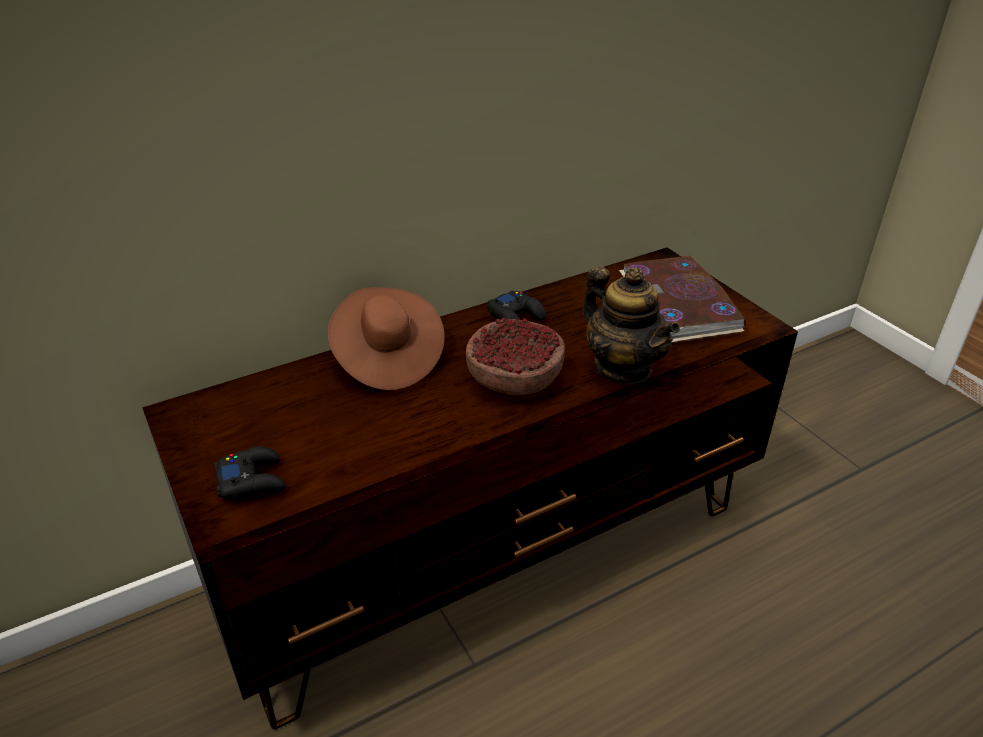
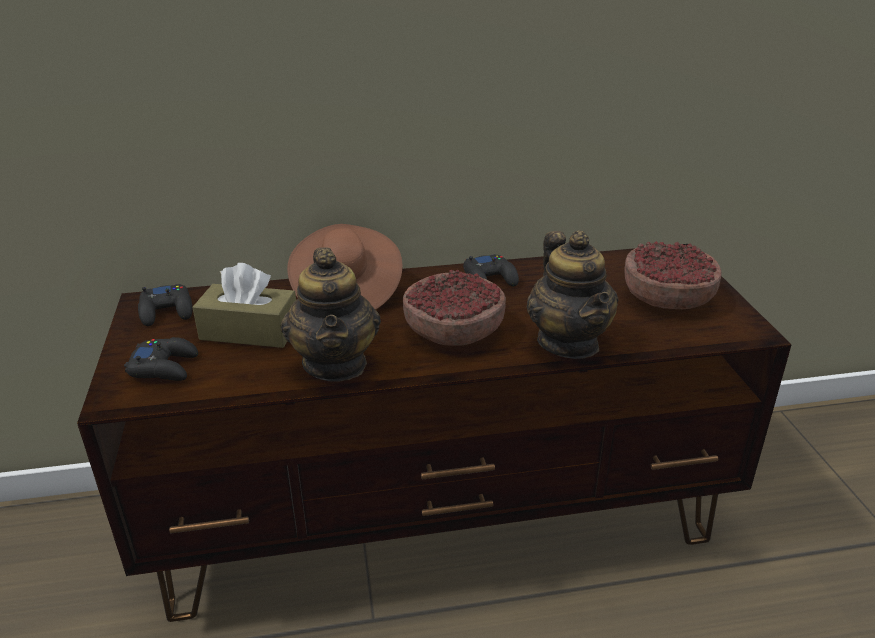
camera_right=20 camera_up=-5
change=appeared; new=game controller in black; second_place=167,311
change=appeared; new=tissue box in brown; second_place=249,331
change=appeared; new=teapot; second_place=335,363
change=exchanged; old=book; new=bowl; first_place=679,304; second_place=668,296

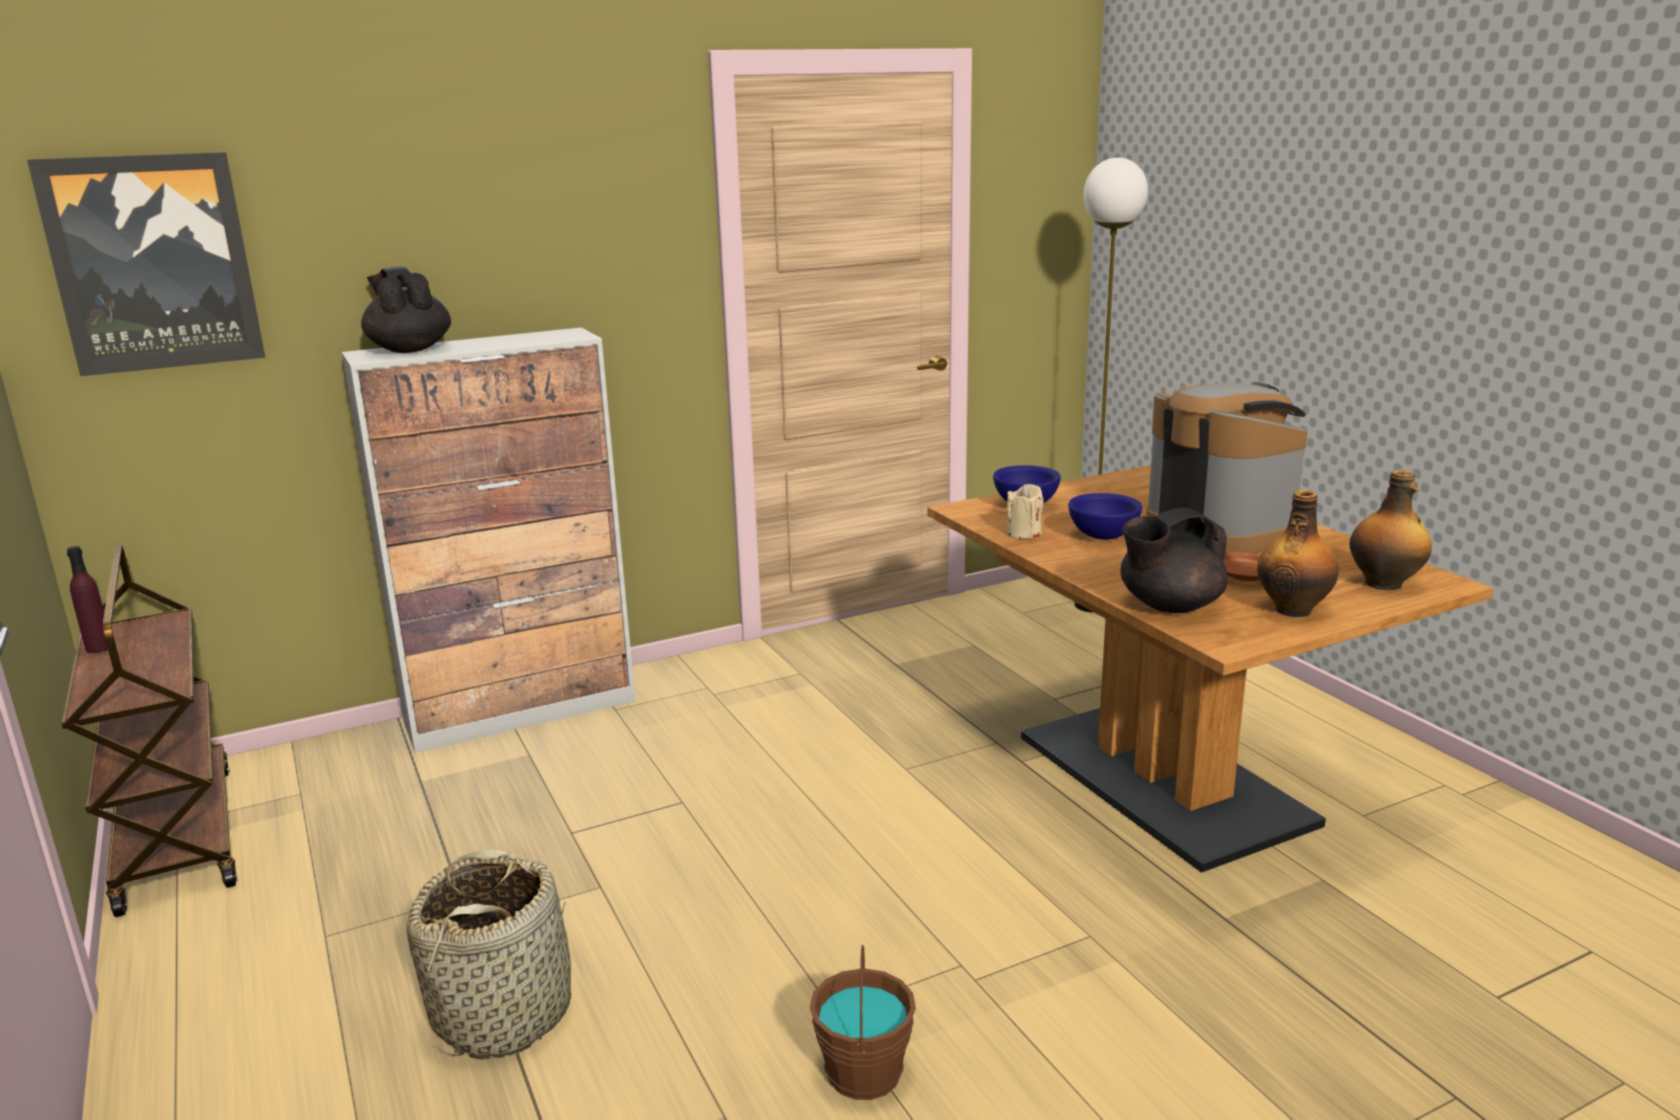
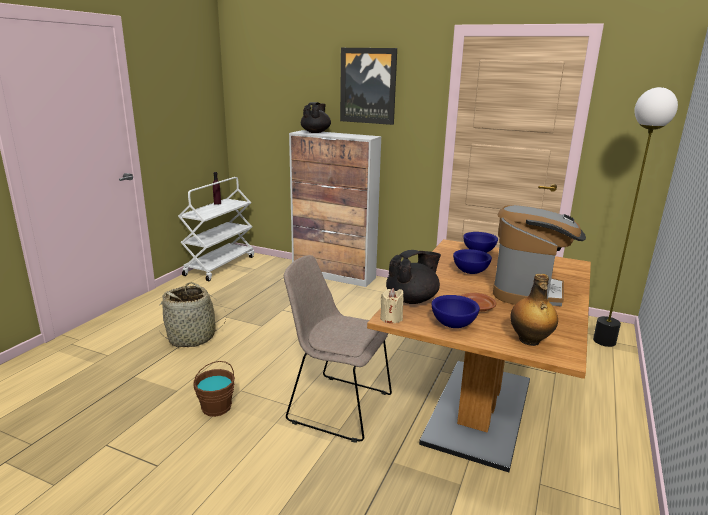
camera_right=50 camera_up=0
change=appeared; new=chair in beige; second_place=336,406
change=relocated; old=picture; first_place=153,263; second_place=368,86
change=relocated; old=candle in beige; first_place=1024,533; second_place=391,318
change=exchanged; old=bottle; new=bowl in blue; first_place=1293,609; second_place=454,325
change=colour; old=cart in brown; new=cart in white; first_place=175,836; second_place=220,265
change=spun; old=teapot in black; first_place=1169,606; second_place=412,299; degrees=120

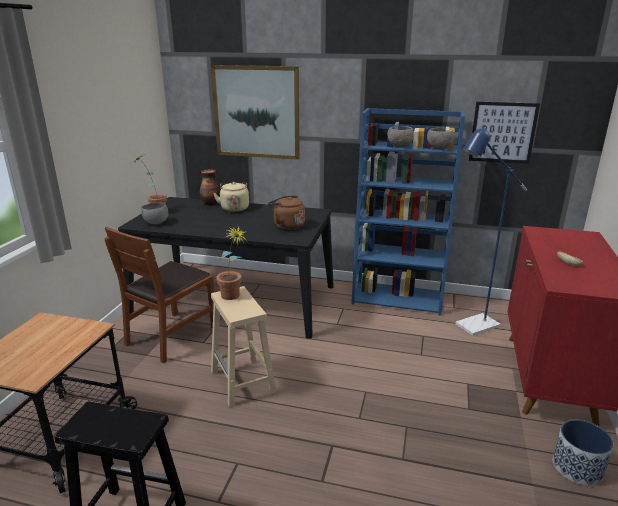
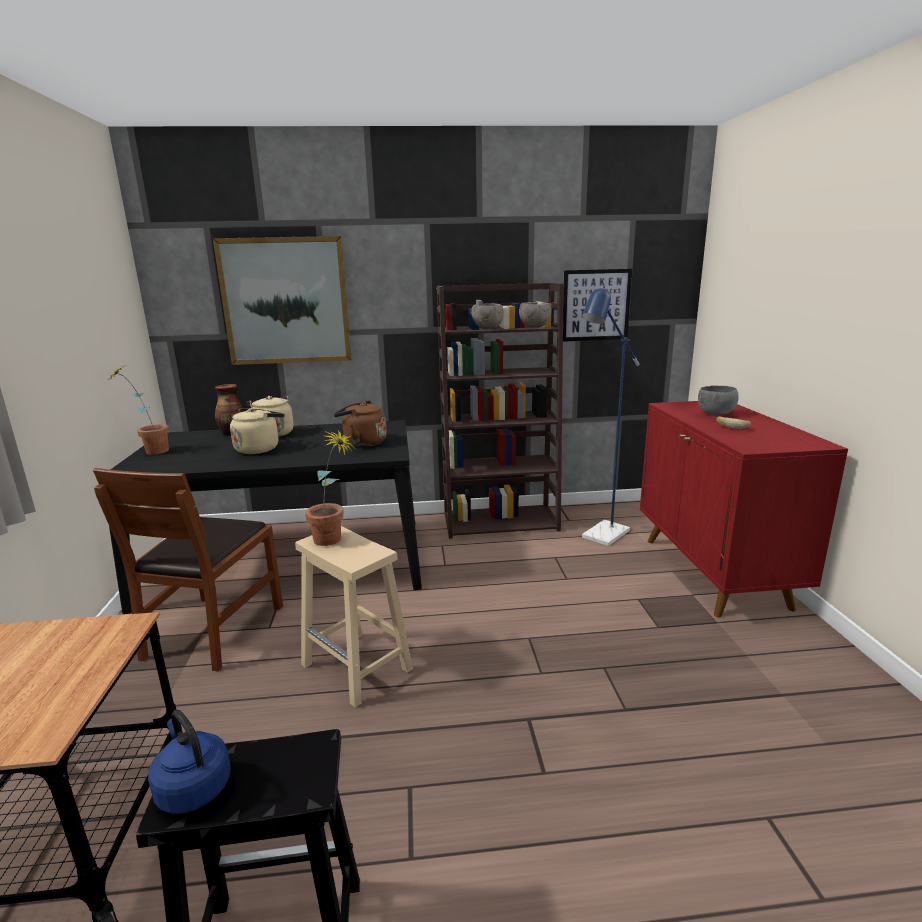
camera_right=-20 camera_up=-5
change=missing; old=planter; first_place=577,468
change=appeared; new=kettle in blue; second_place=193,787
change=appeared; new=kettle in beige; second_place=259,449
change=relocated; old=bowl in grey; first_place=155,223; second_place=715,414
change=colour; old=bookcase in blue; new=bookcase in brown; first_place=398,298; second_place=501,521

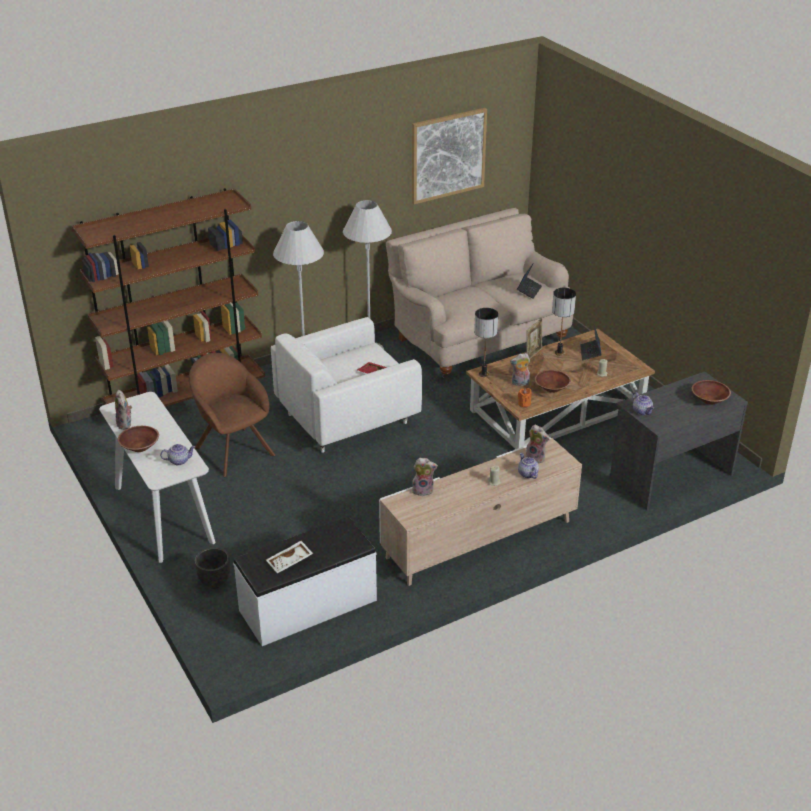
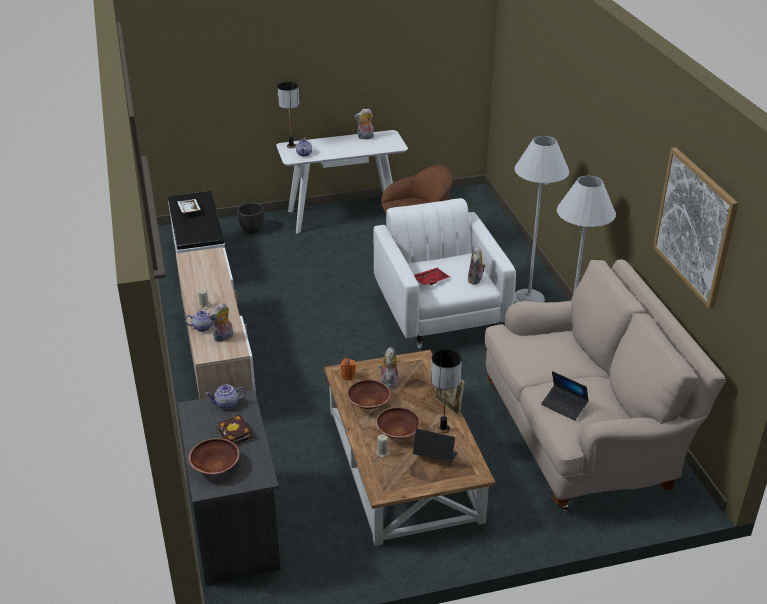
camera_right=105 camera_up=0
change=missing; old=bookcase in brown; first_place=187,401
change=appeared; new=book; second_place=236,434
change=relocated; old=bowl in brown; first_place=139,447; second_place=397,432
change=relocated; old=plush toy; first_place=423,490; second_place=476,280
change=relocated; old=table lamp; first_place=483,374; second_place=291,146

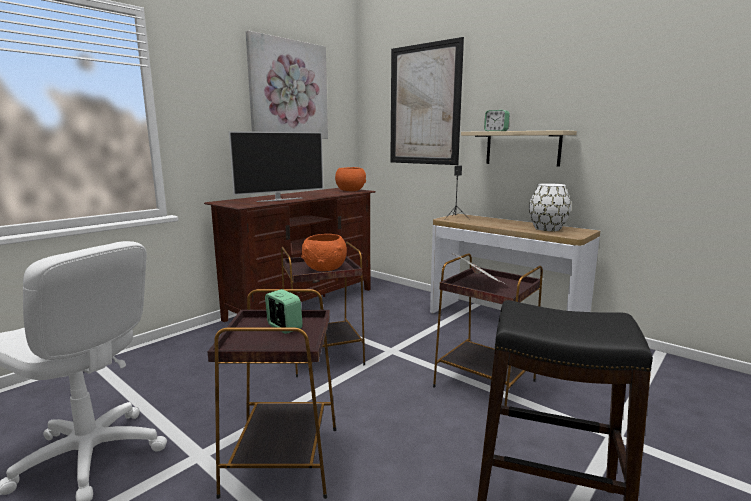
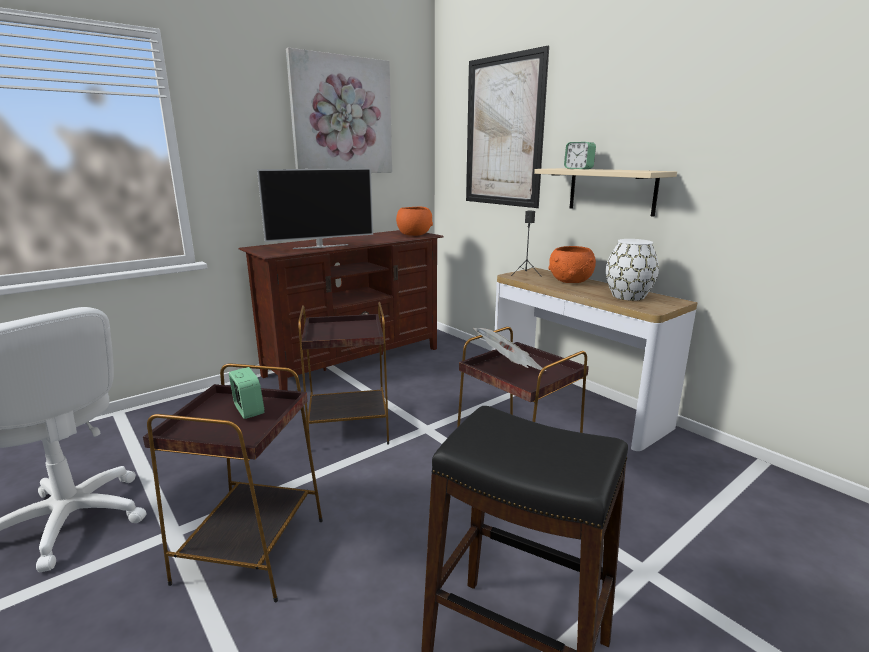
camera_right=10 camera_up=5
change=relocated; old=bowl in orange; first_place=325,269; second_place=571,281

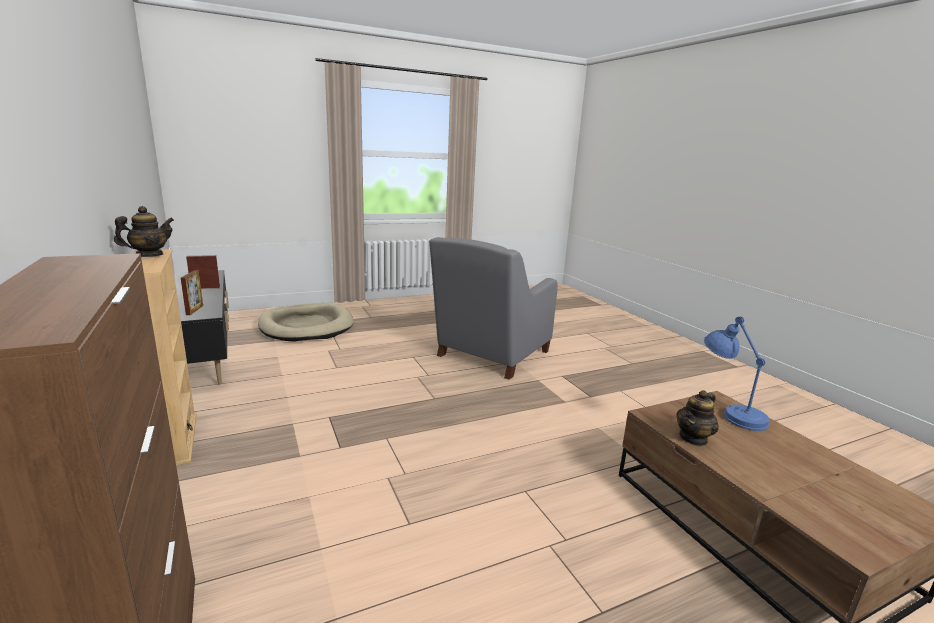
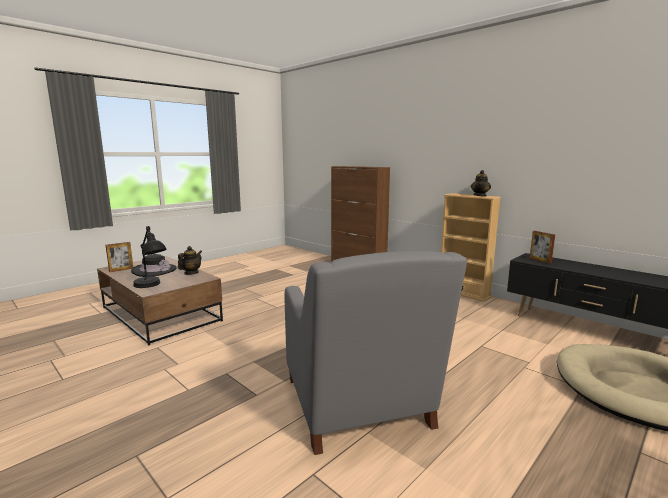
camera_right=160 camera_up=-5
change=appeared; new=hat in black; second_place=154,270
change=relocated; old=picture frame; first_place=205,288; second_place=121,270
change=colour; old=table lamp in blue; new=table lamp in black; first_place=728,411; second_place=152,286
change=spun; old=armchair in grey; first_place=490,355; second_place=359,407; degrees=150

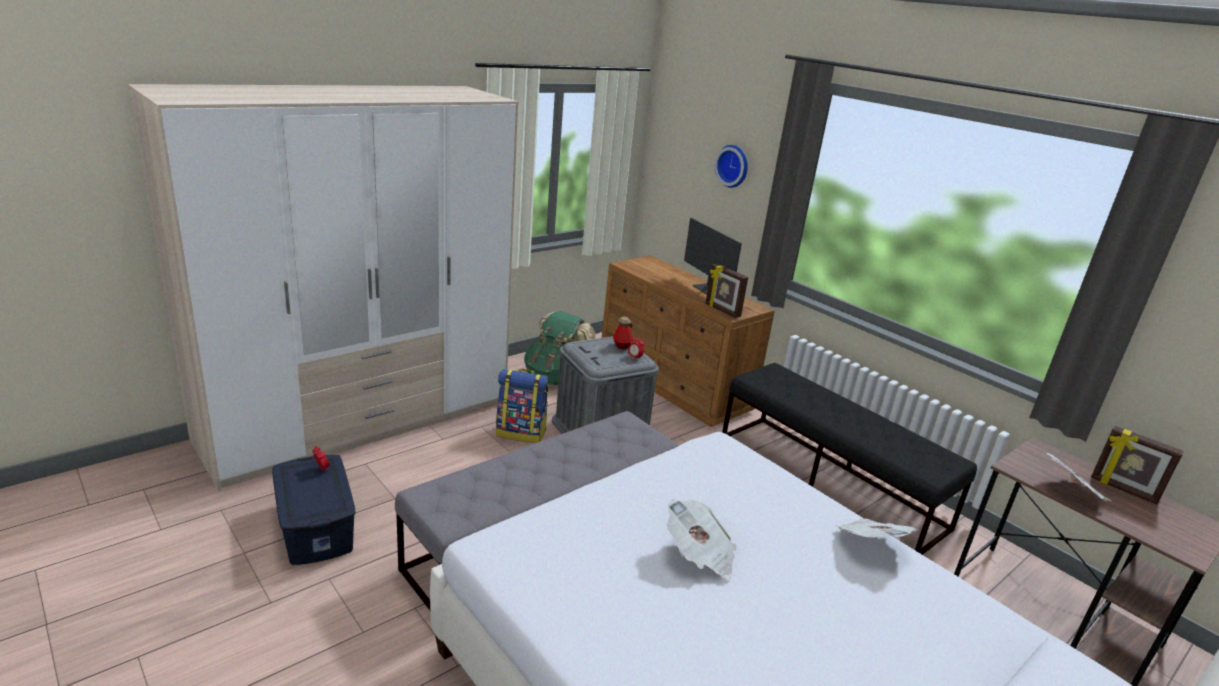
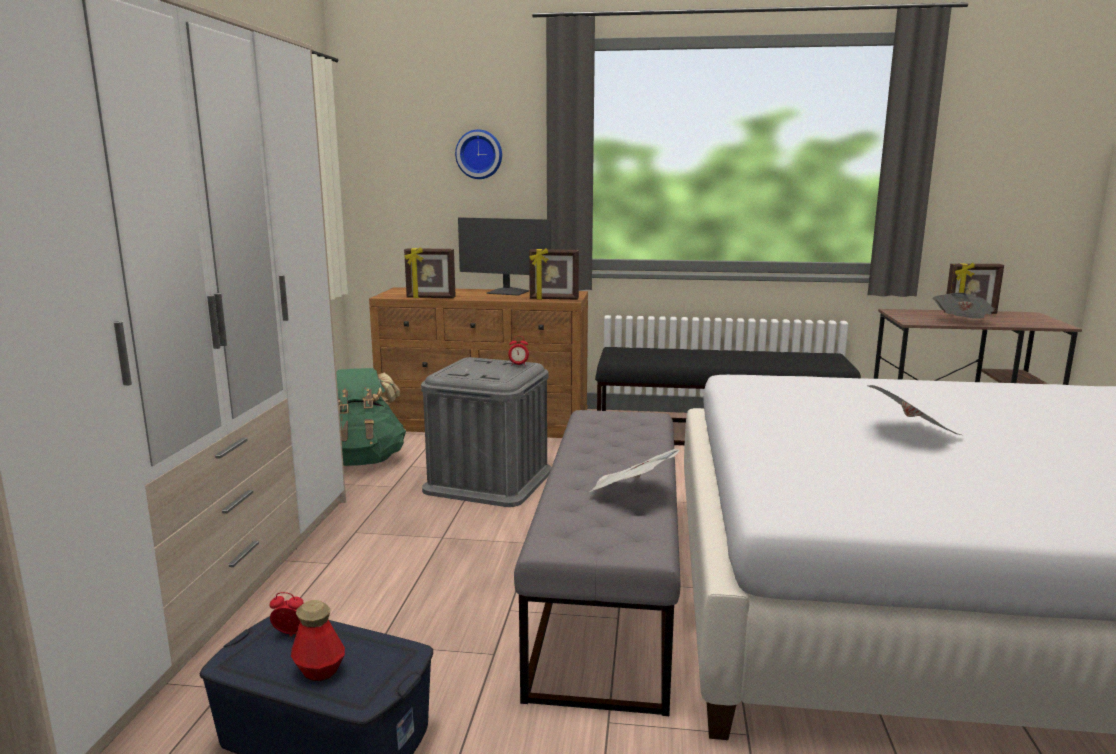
camera_right=-40 camera_up=-10
change=missing; old=backpack; first_place=521,433
change=appeared; new=picture frame; second_place=430,298
change=relocated; old=bottle; first_place=622,346; second_place=319,670
change=relocated; old=newspaper; first_place=870,543; second_place=632,493

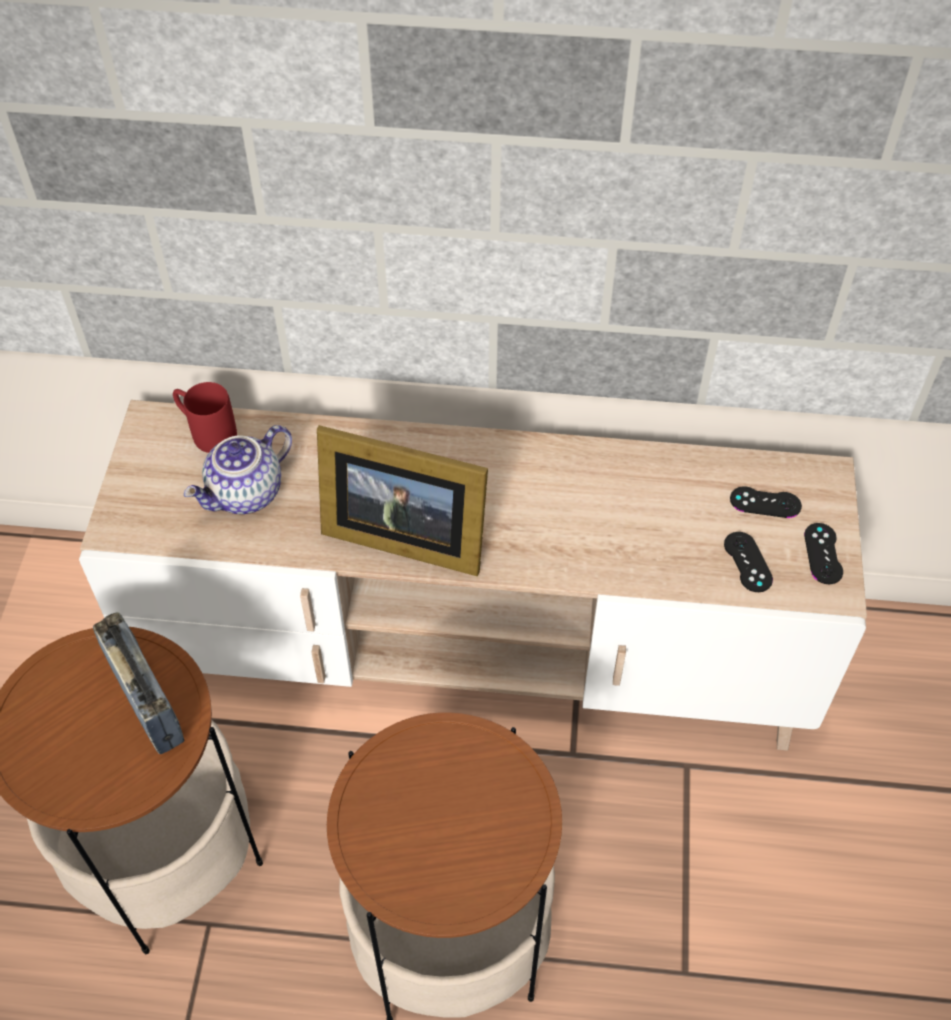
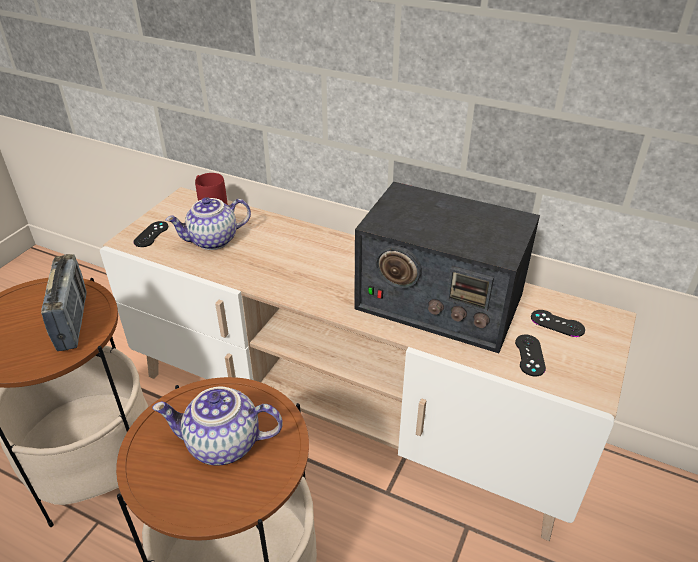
camera_right=20 camera_up=-15
change=missing; old=picture frame; first_place=401,534
change=appeared; new=teapot; second_place=222,445
change=appeared; new=radio; second_place=438,301
change=relocated; old=game controller in black; first_place=823,553; second_place=151,234

